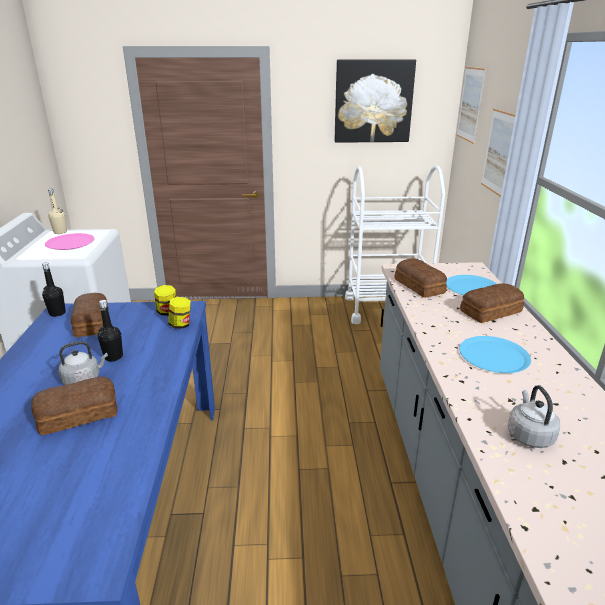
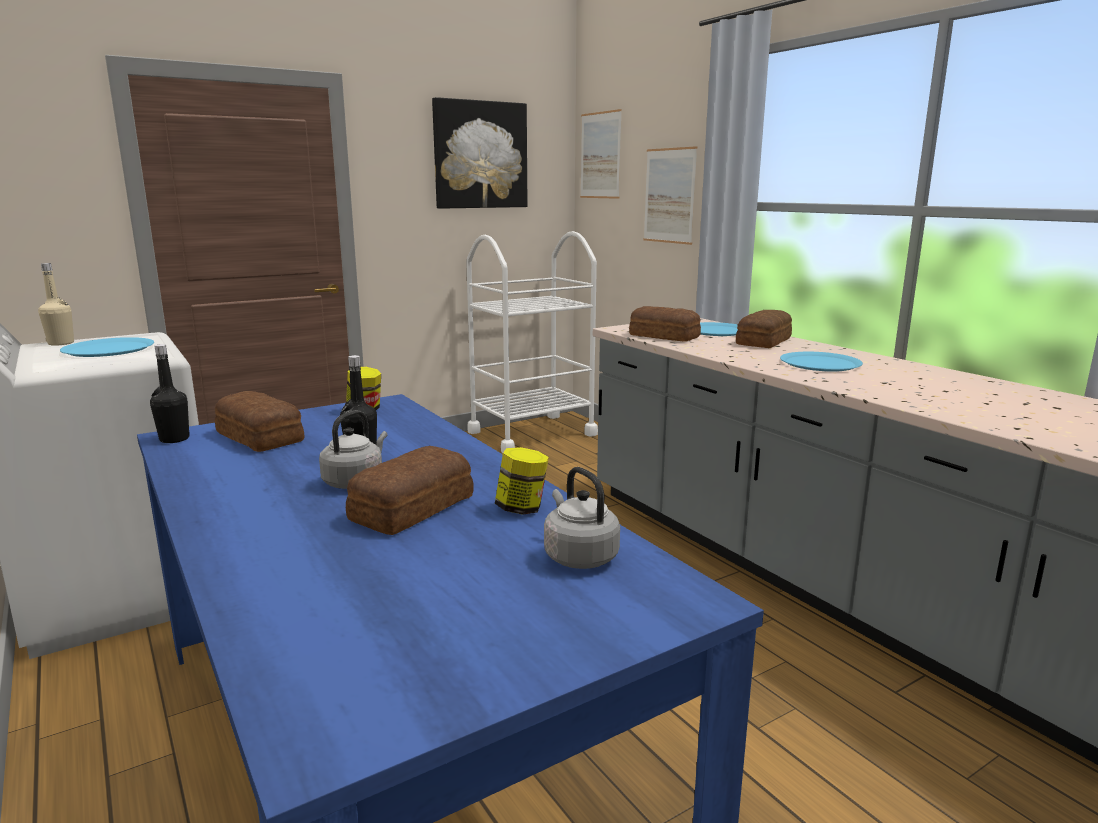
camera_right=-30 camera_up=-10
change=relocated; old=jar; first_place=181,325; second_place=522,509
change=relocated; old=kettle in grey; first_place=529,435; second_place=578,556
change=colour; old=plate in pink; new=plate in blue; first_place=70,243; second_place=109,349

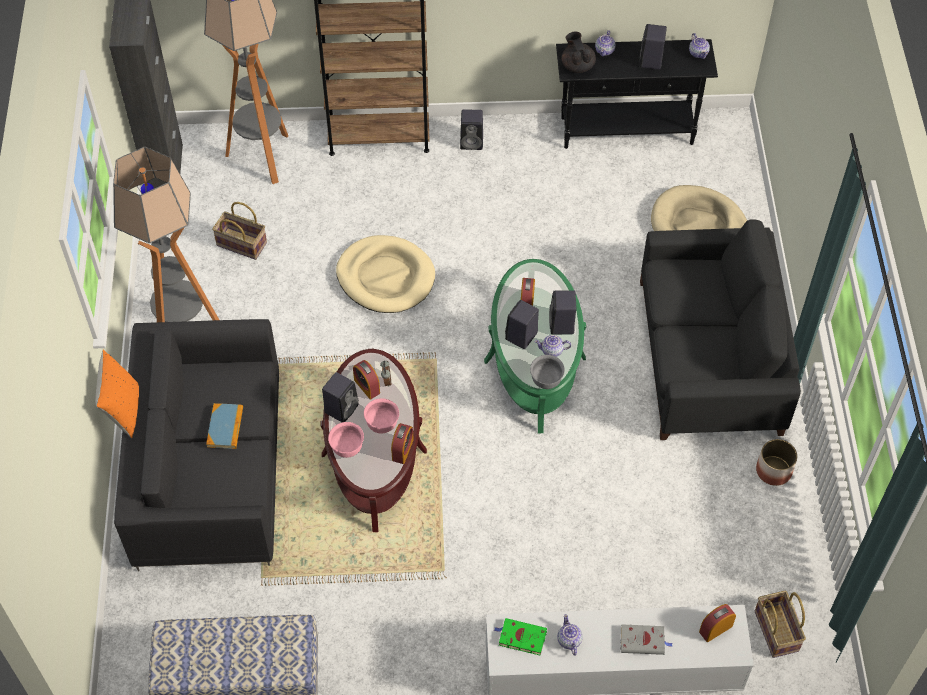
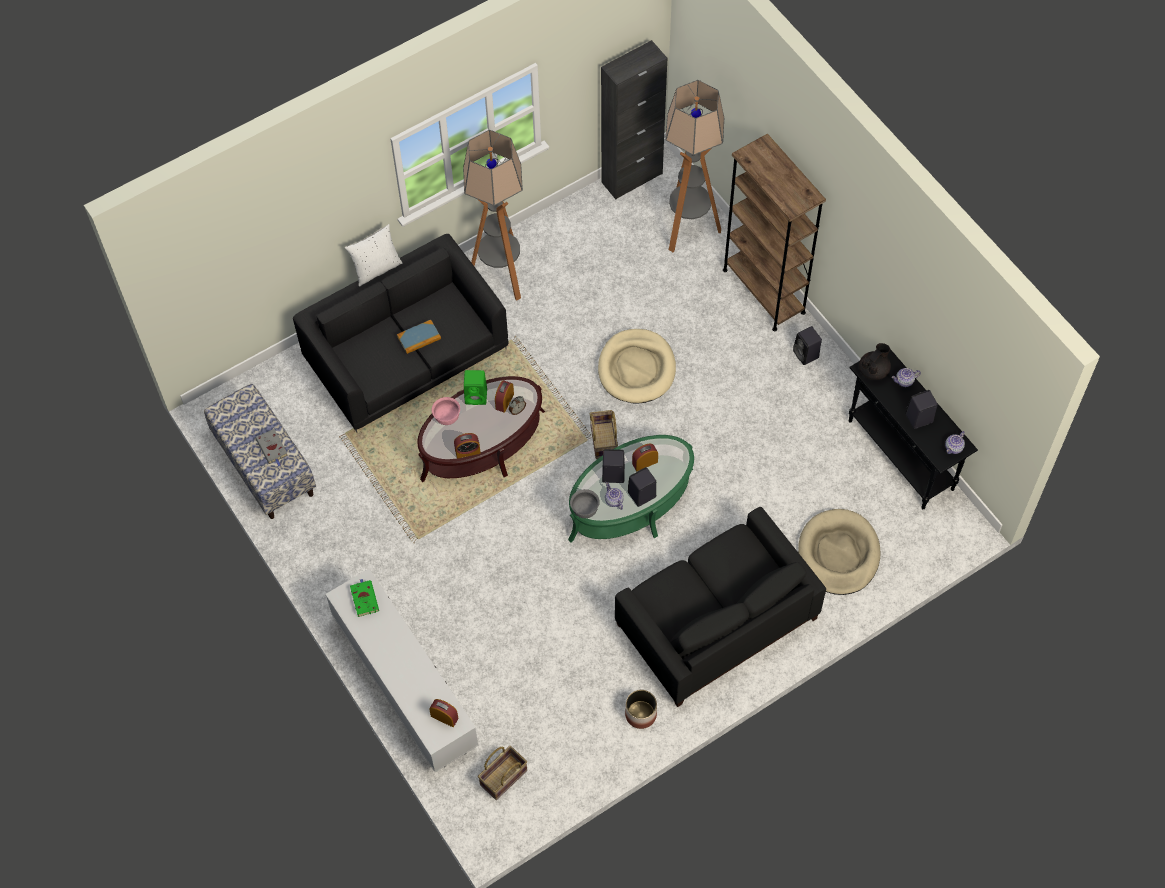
camera_right=60 camera_up=5
change=missing; old=bowl in pink; first_place=382,424
change=missing; old=teapot; first_place=569,640
change=relocated; old=basket; first_place=241,244; second_place=603,440
change=relocated; old=book in grey; first_place=643,641; second_place=272,448
change=colour; old=pillow in orange; new=pillow in white; first_place=123,410; second_place=376,269
change=colour; old=speaker in black; new=speaker in green; first_place=341,408; second_place=477,396

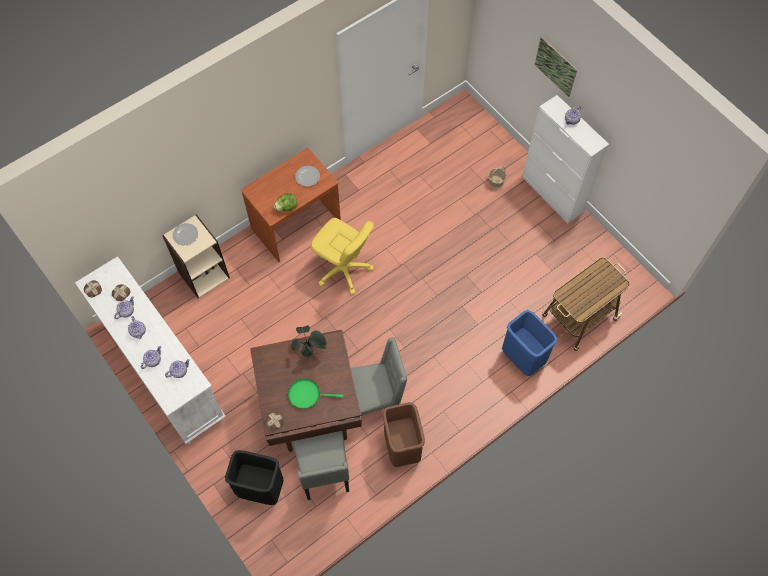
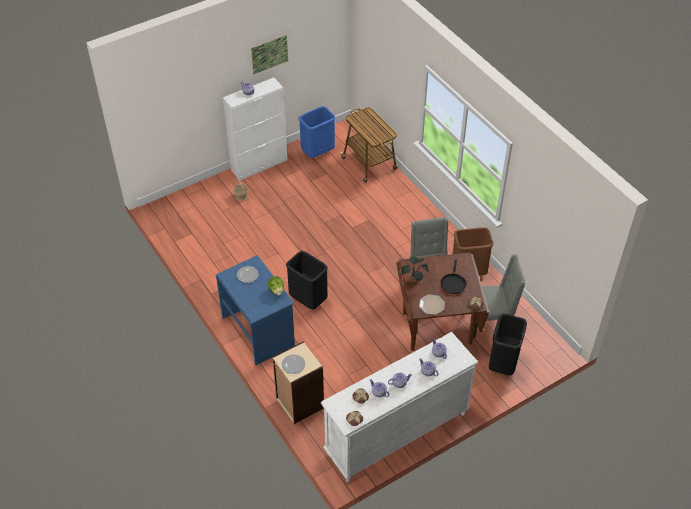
camera_right=-85 camera_up=-15
change=appeared; new=plate; second_place=431,305
change=relocated; old=trash can in blue; first_place=523,358; second_place=317,152
change=relocated; old=picture; first_place=555,66; second_place=269,54
change=exchanged; old=office chair in yellow; new=trash can in black; first_place=343,269; second_place=308,300
change=colour; old=desk in brown; new=desk in blue; first_place=296,226; second_place=259,331
change=colour; old=frying pan in green; new=frying pan in black; first_place=307,394; second_place=453,283

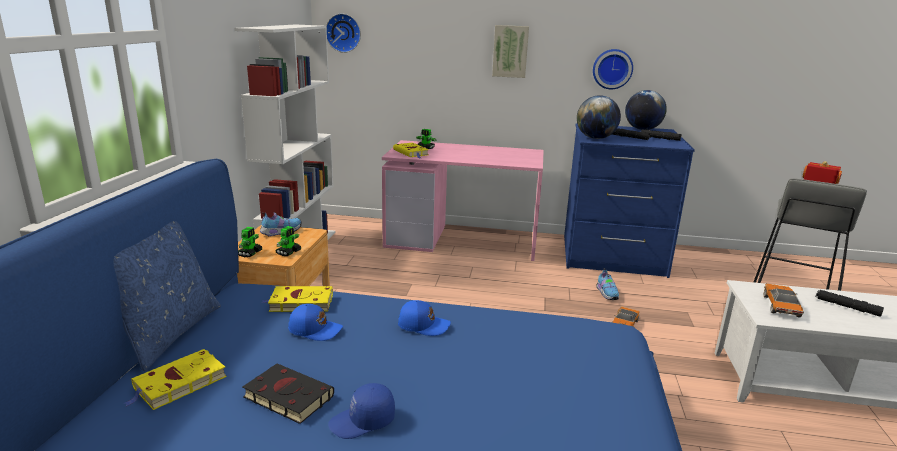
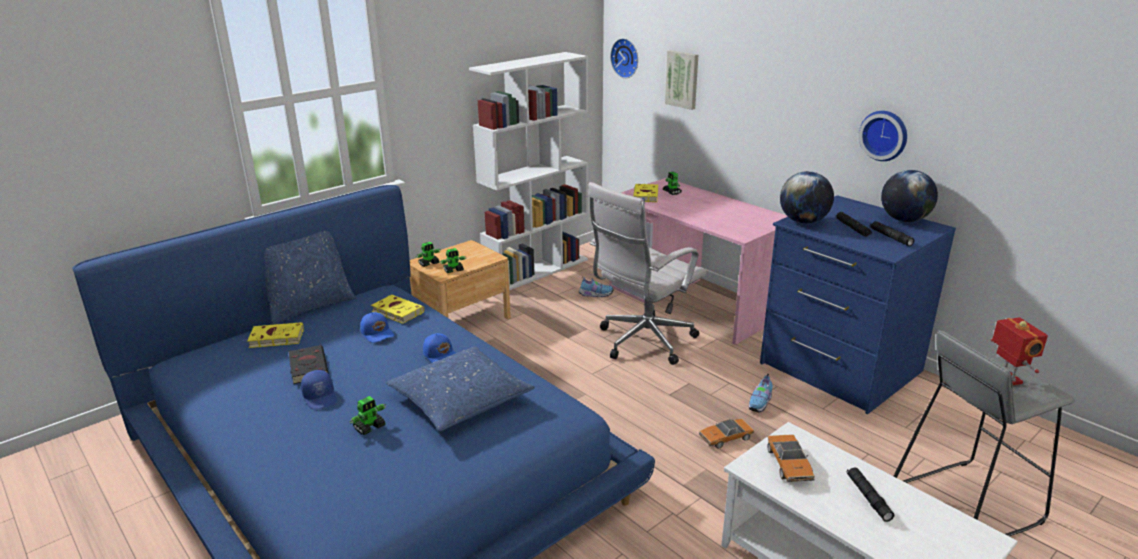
camera_right=40 camera_up=5
change=appeared; new=toy robot; second_place=370,427
change=appeared; new=pillow in blue; second_place=460,399
change=appeared; new=office chair in white; second_place=643,342
change=relocated; old=shoe; first_place=280,232; second_place=595,294
change=relocated; old=picture; first_place=510,51; second_place=682,79
change=spun; old=cap in blue; first_place=362,422; second_place=320,397; degrees=-135
change=spun; old=toy car; first_place=780,306; second_place=789,464; degrees=120

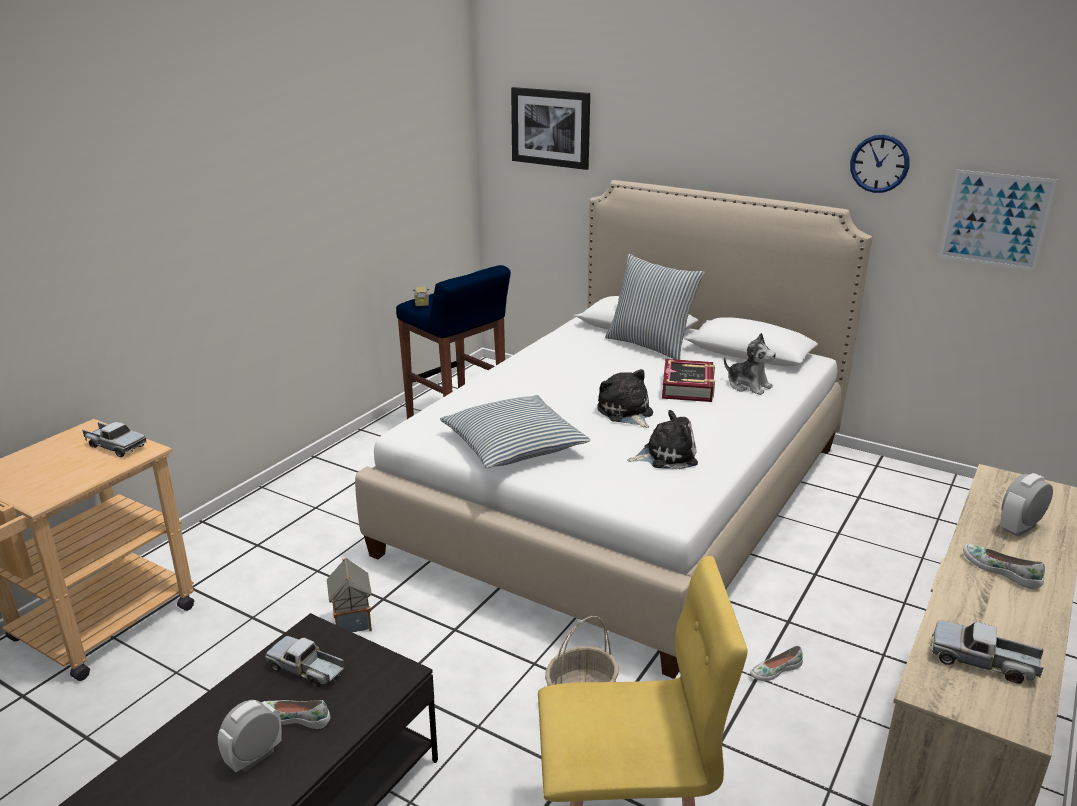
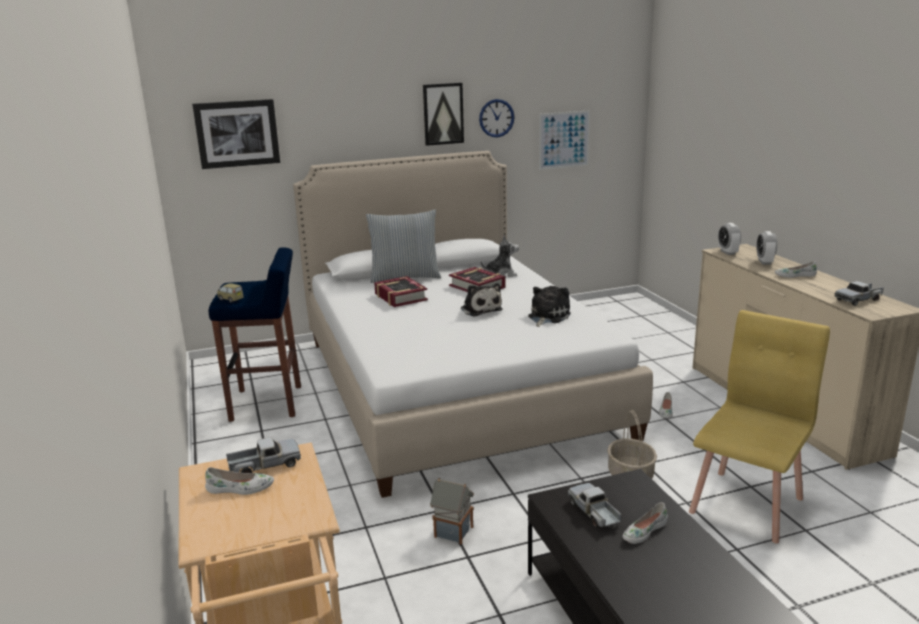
camera_right=-50 camera_up=-5
change=missing; old=pillow; first_place=514,445
change=appeared; new=shoe in white; second_place=240,488
change=appeared; new=book; second_place=400,297
change=appeared; new=picture; second_place=443,114
change=relocated; old=alarm clock; first_place=254,757; second_place=728,252
change=spun; old=toy truck; first_place=307,669; second_place=594,513; degrees=90
change=spun; old=plush toy; first_place=626,413; second_place=480,309; degrees=-135

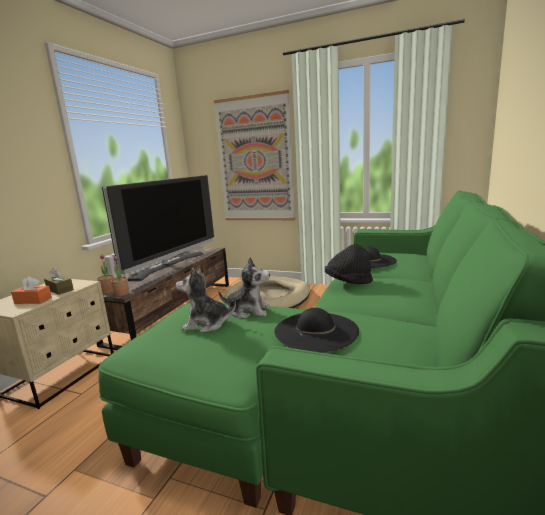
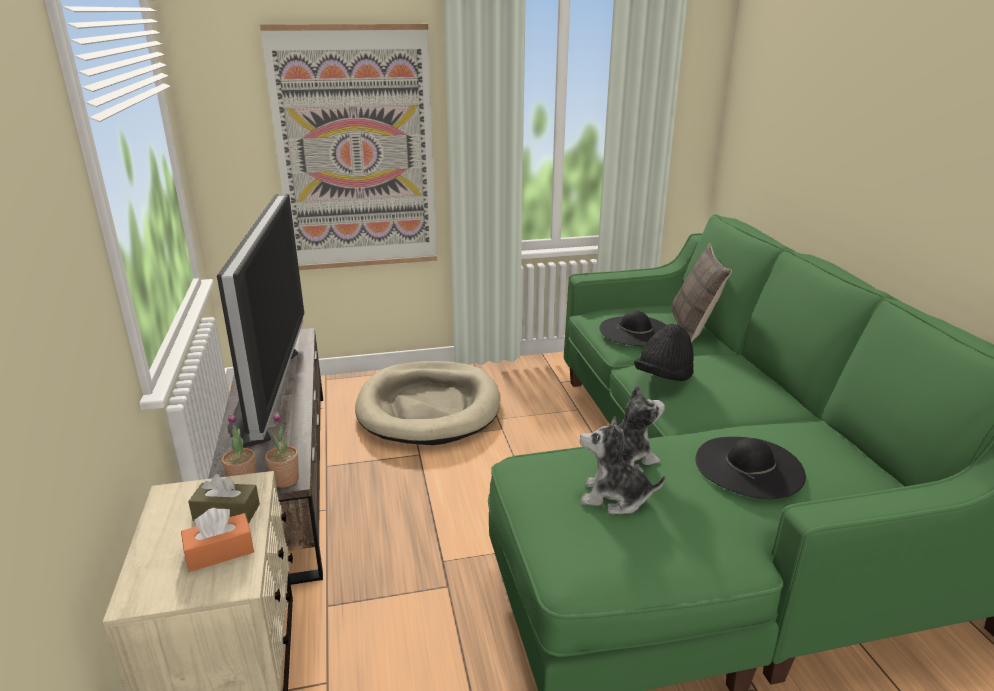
camera_right=-35 camera_up=10
change=appeared; new=pillow; second_place=693,328
change=spun; old=plush toy; first_place=206,324; second_place=614,498; degrees=45

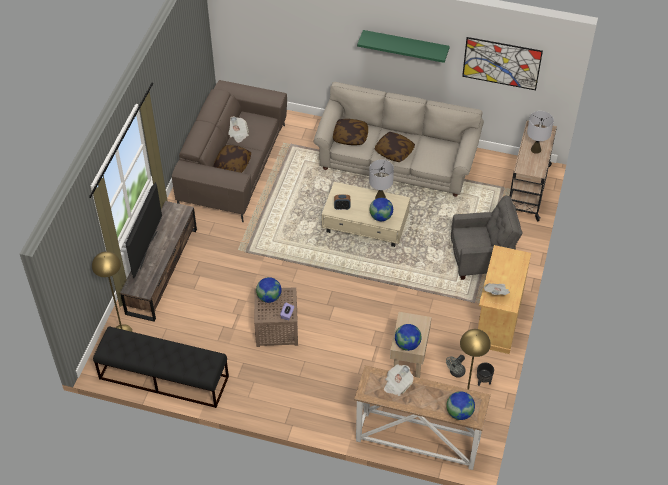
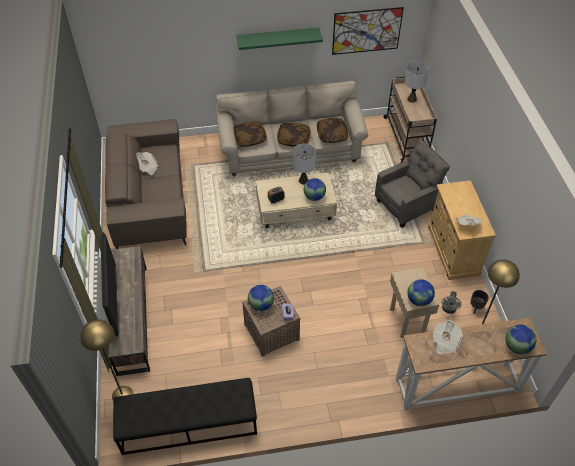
camera_right=-25 camera_up=0
change=relocated; old=pillow; first_place=232,164; second_place=331,135

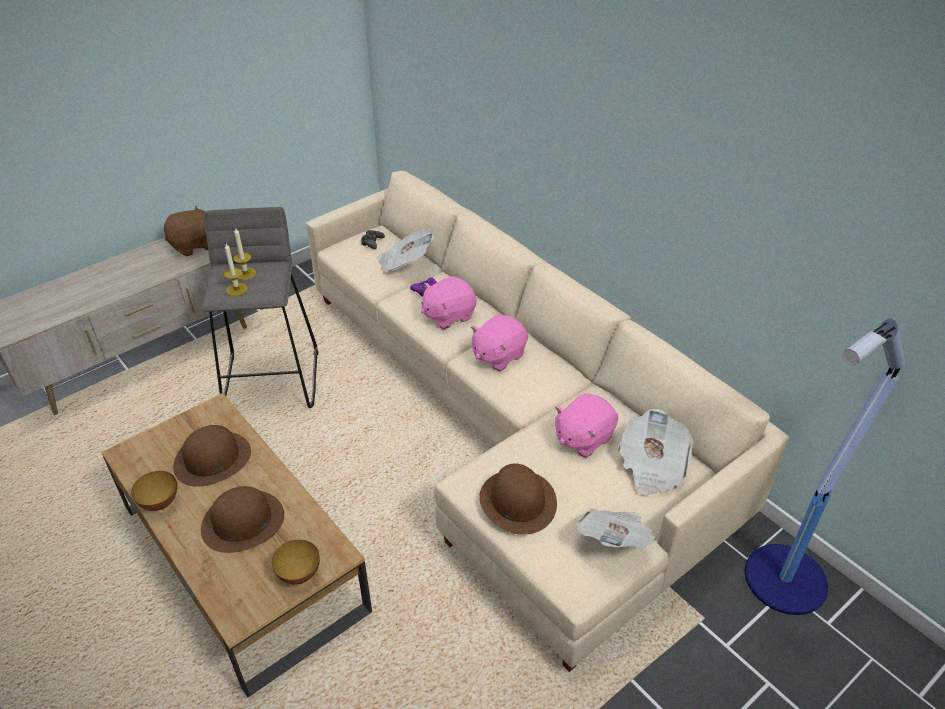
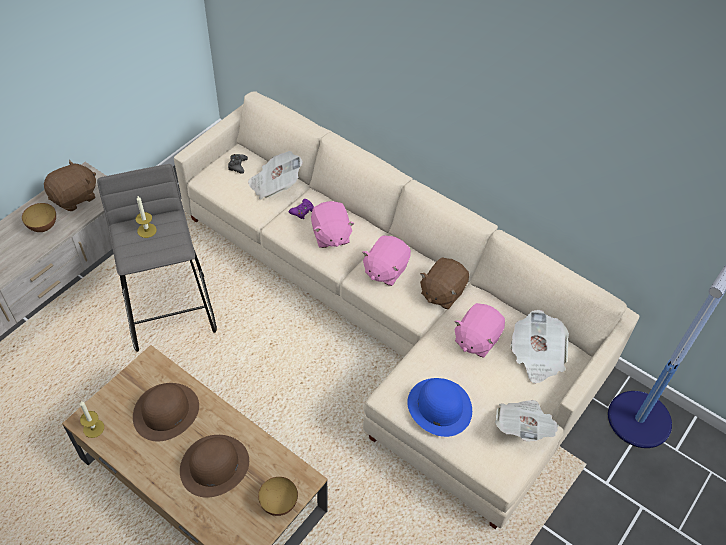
camera_right=-15 camera_up=10
change=appeared; new=plush toy in brown; second_place=442,292
change=relocated; old=bowl; first_place=160,503; second_place=43,227
change=relocated; old=candle; first_place=237,289; second_place=93,428
change=colour; old=hat in brown; new=hat in blue; first_place=517,501; second_place=439,406
change=spun; old=plush toy in pink; first_place=448,315; second_place=330,235; degrees=-60

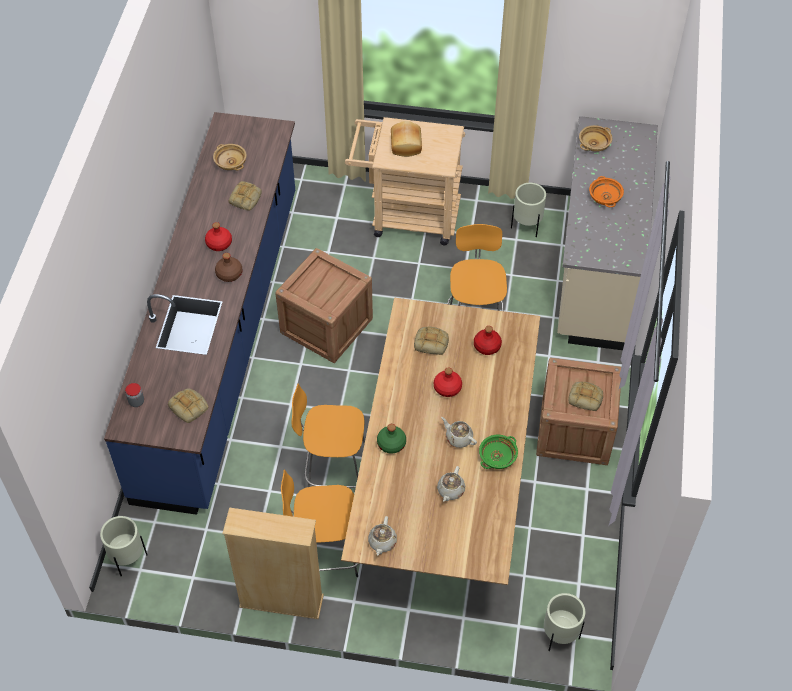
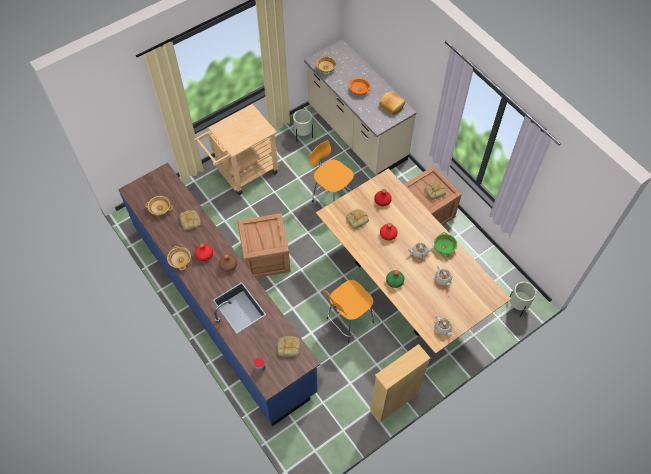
camera_right=-45 camera_up=5
change=missing; old=planter in beige; first_place=128,559
change=missing; old=stool in orange; first_place=326,552
change=appeared; new=bowl in beige; second_place=180,260
change=relocated; old=bread; first_place=407,144; second_place=392,106

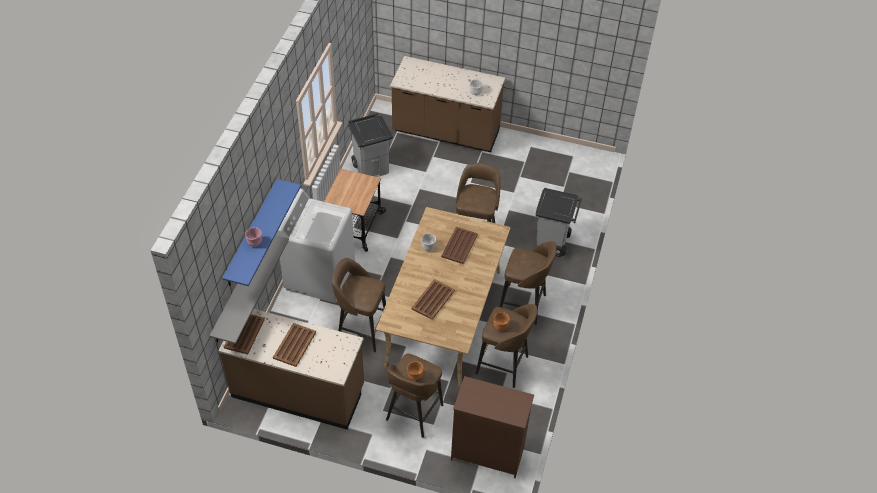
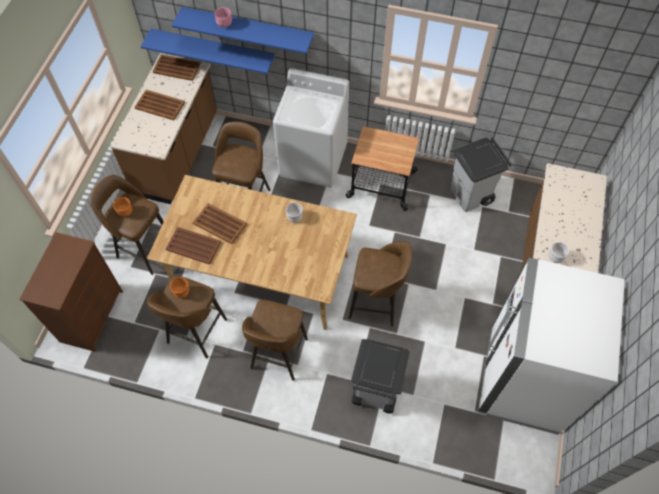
camera_right=90 camera_up=10
change=appeared; new=fridge in white; second_place=522,380
change=relocated; old=tray in brown; first_place=459,245; second_place=194,246
change=colour; old=shelf in grey; new=shelf in blue; first_place=239,288; second_place=213,49

